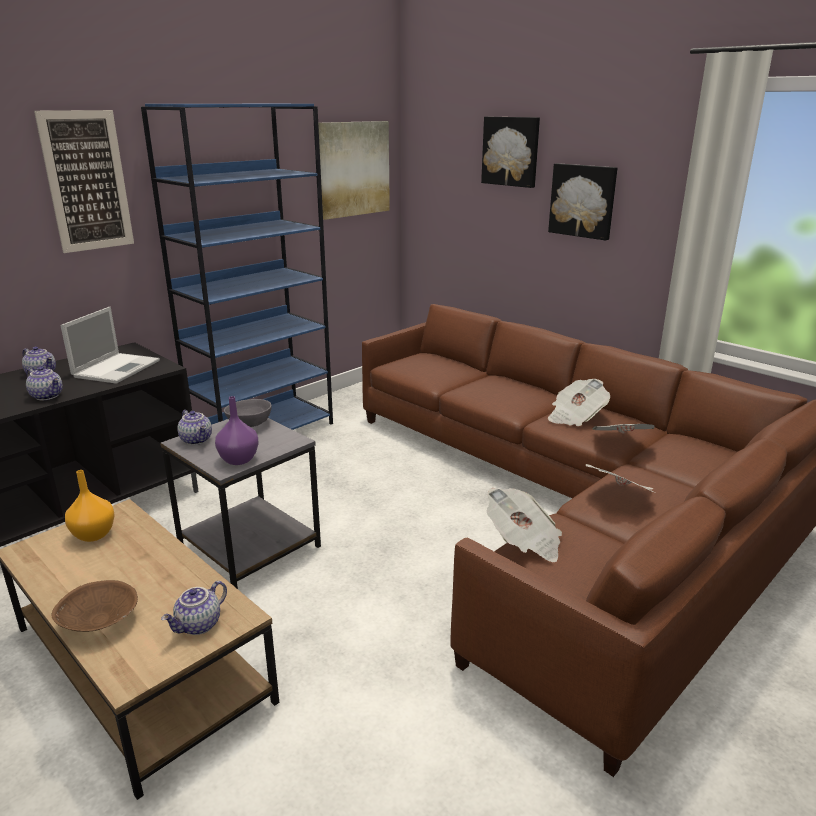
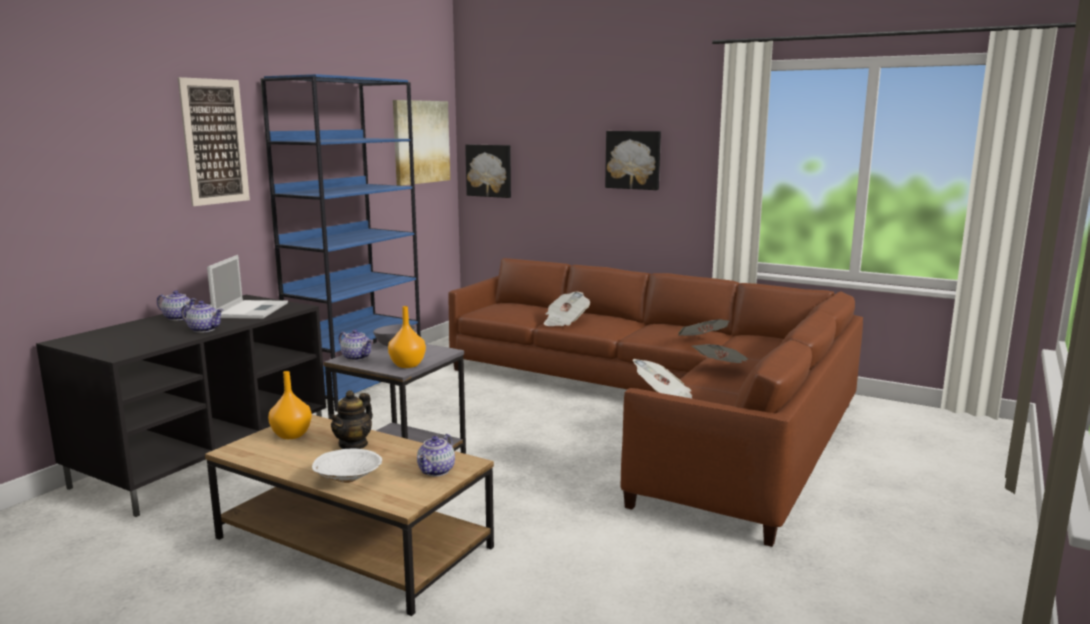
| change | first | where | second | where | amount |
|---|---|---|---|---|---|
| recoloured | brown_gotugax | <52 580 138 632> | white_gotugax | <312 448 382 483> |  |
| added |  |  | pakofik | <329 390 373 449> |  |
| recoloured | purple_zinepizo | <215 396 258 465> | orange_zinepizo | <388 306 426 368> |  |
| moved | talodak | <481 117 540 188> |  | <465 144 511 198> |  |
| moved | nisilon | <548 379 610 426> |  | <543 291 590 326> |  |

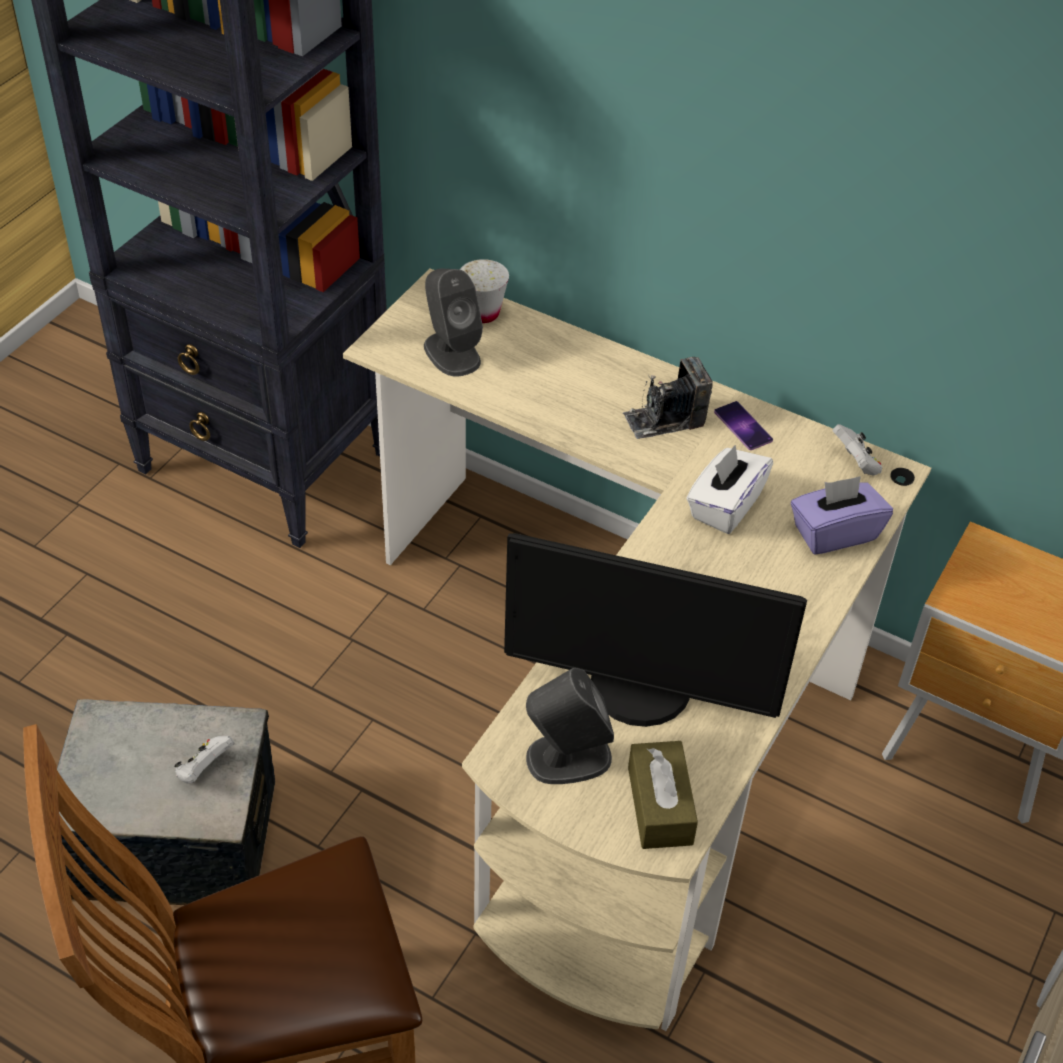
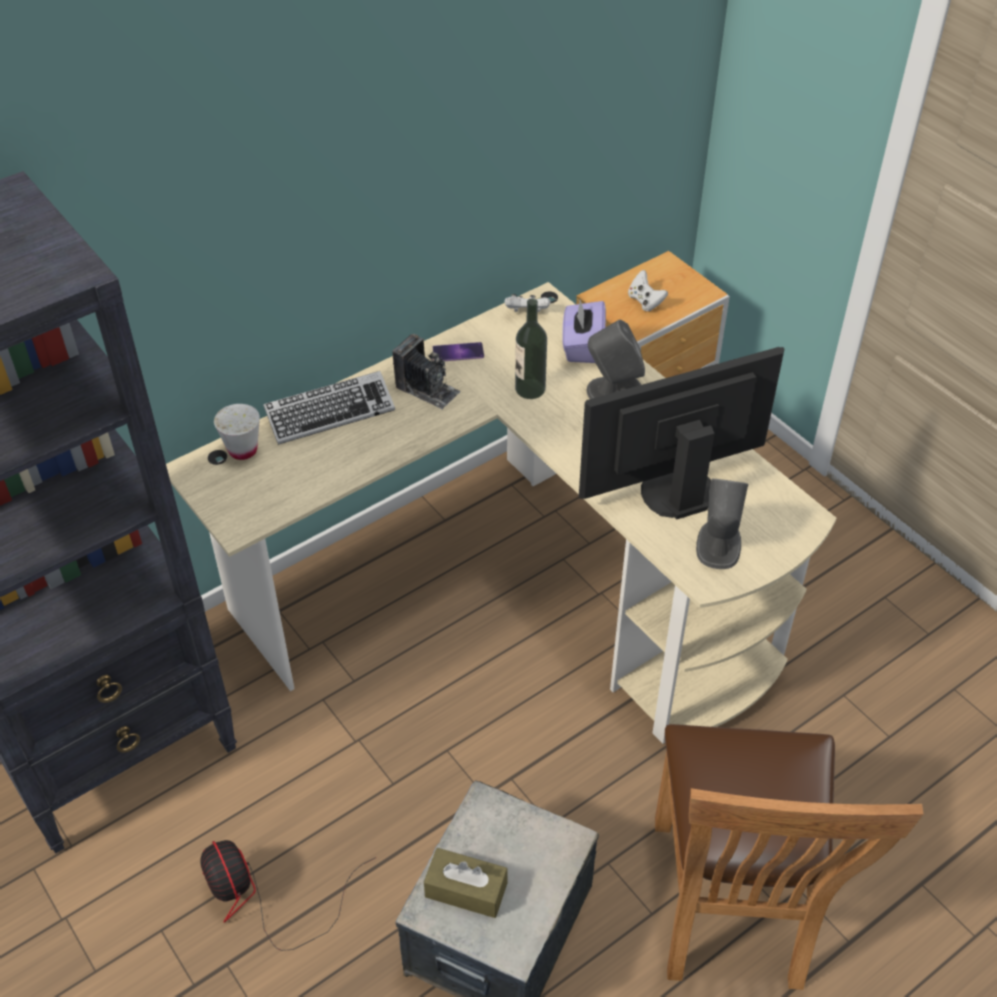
| change | first | where | second | where | amount |
|---|---|---|---|---|---|
| added |  |  | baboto | <200 840 376 951> |  |
| added |  |  | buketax | <263 371 395 445> |  |
| turned | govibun | <623 357 713 439> |  | <392 334 461 410> | 60 degrees counterclockwise |
| moved | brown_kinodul | <628 741 698 849> |  | <424 848 508 918> |  |
| replaced | white_kinodul | <686 444 773 534> | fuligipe | <515 299 547 399> |  |
| turned | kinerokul | <504 533 807 727> |  | <579 347 784 519> | 150 degrees counterclockwise |
| moved | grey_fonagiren | <424 268 483 377> |  | <587 320 645 399> |  |
| moved | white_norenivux | <174 736 234 784> |  | <628 270 668 311> |  |

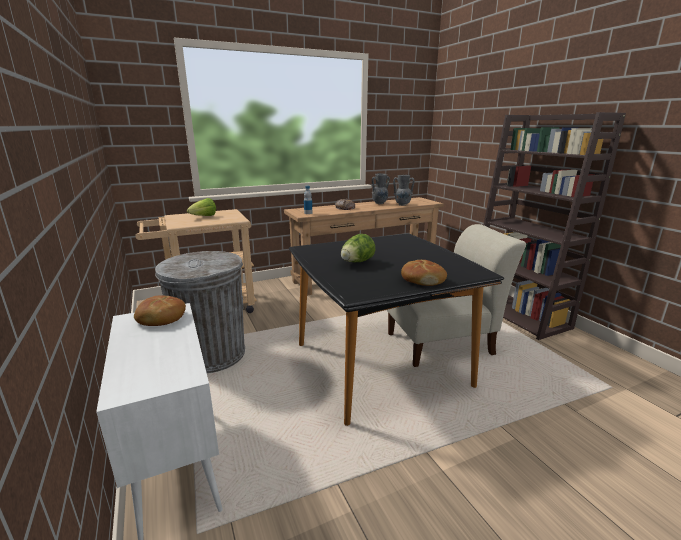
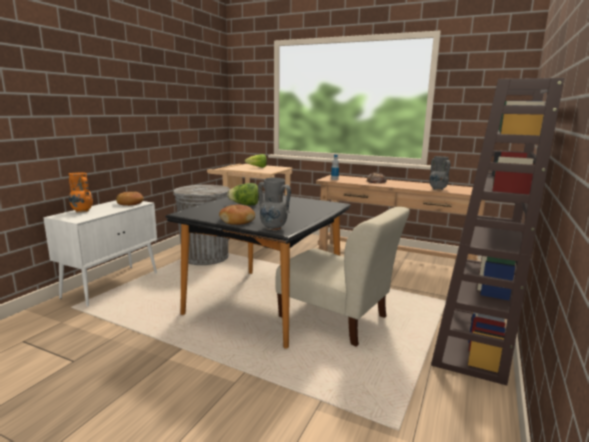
| change | first | where | second | where | amount |
|---|---|---|---|---|---|
| added |  |  | orange_zinepizo | <69 172 93 213> |  |
| moved | grey_zinepizo | <372 173 390 204> |  | <258 177 291 231> |  |

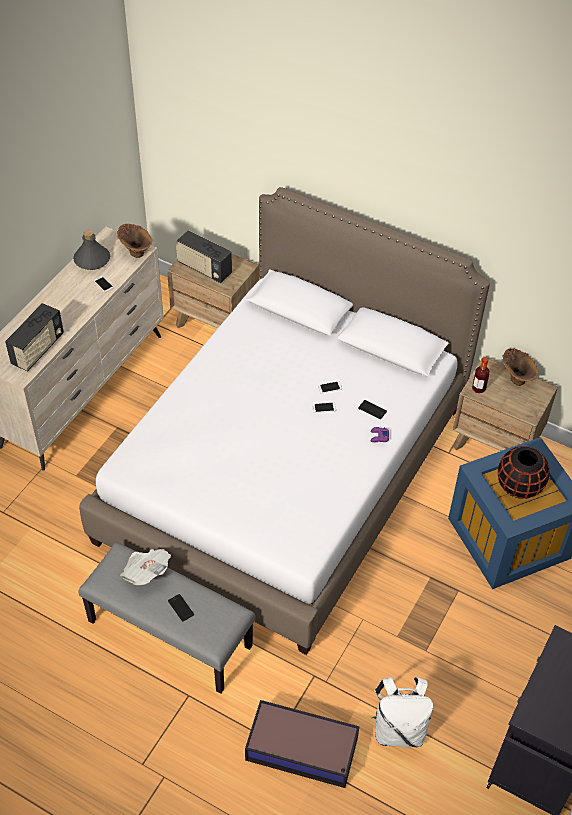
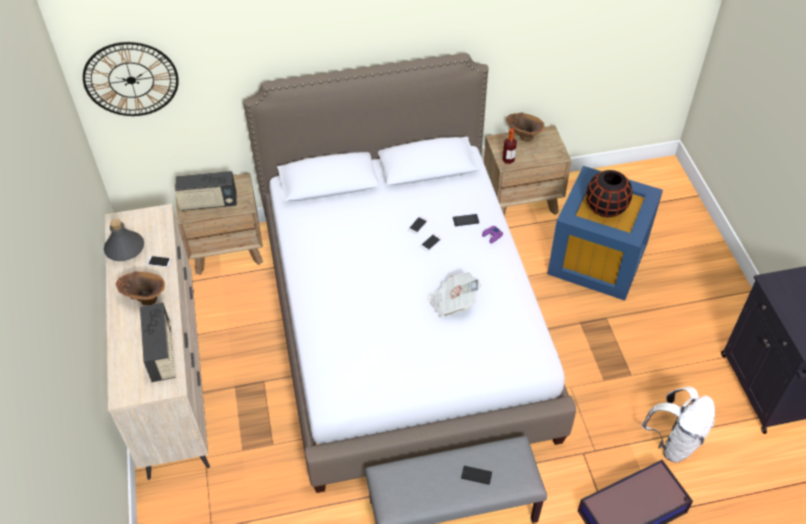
| change | first | where | second | where | amount |
|---|---|---|---|---|---|
| added |  |  | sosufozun | <83 42 179 116> |  |
| moved | brown_zinepizo | <117 224 152 258> |  | <116 271 165 305> |  |
| moved | nisilon | <120 549 171 585> |  | <428 272 481 317> |  |

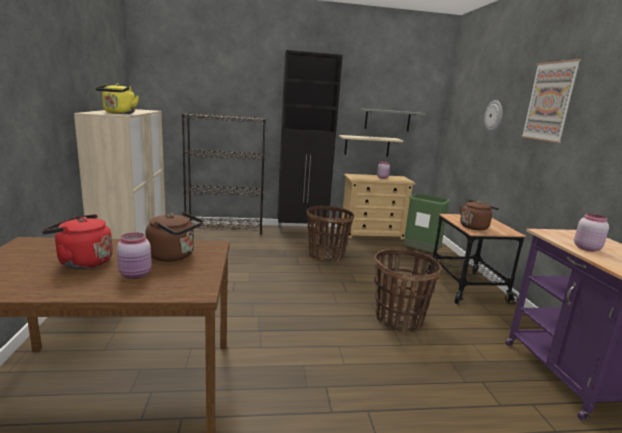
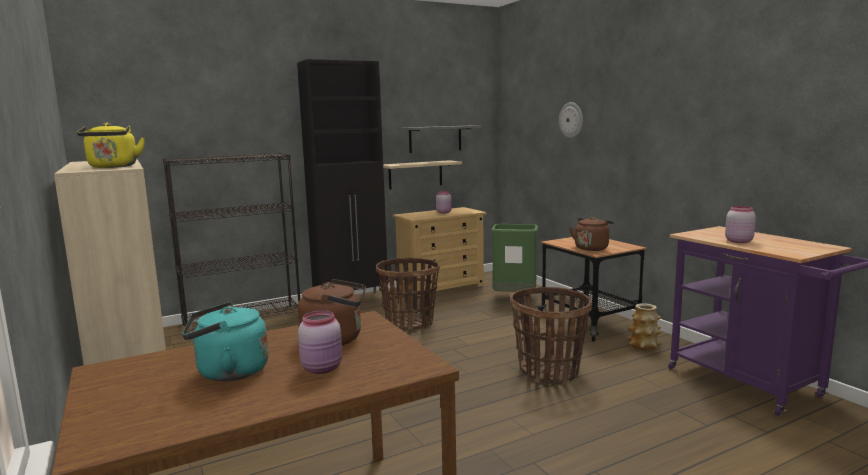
| change | first | where | second | where | amount |
|---|---|---|---|---|---|
| recoloured | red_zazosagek | <42 214 113 269> | turquoise_zazosagek | <182 302 269 381> |  |
| added |  |  | zinepizo | <627 303 662 351> |  |
| removed | talodak | <521 59 581 143> |  |  |  |

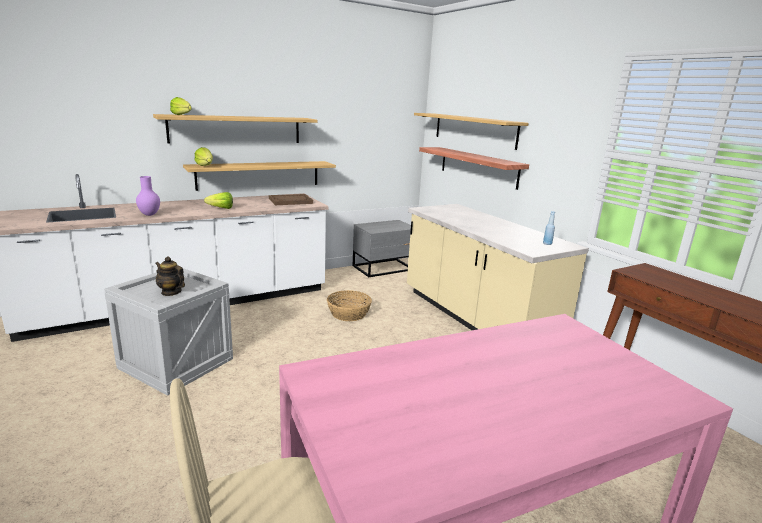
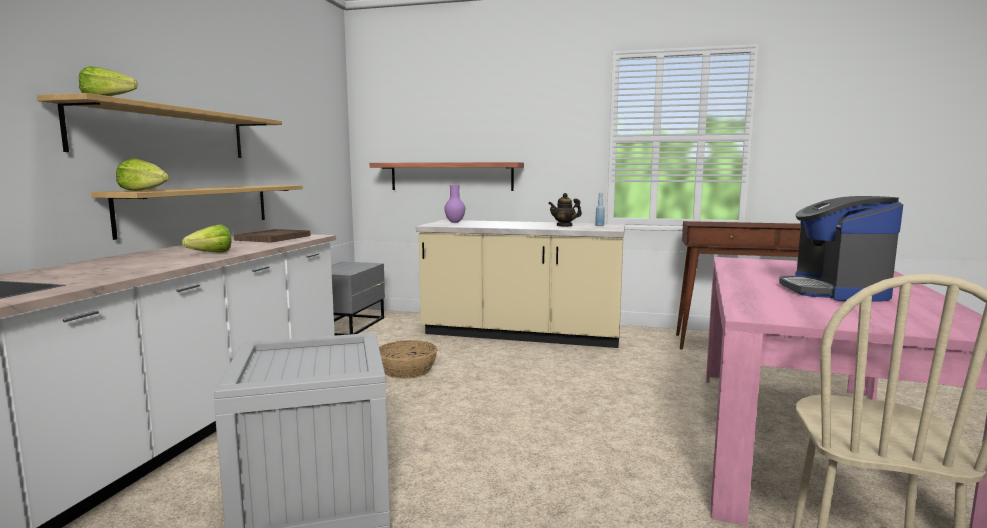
| change | first | where | second | where | amount |
|---|---|---|---|---|---|
| moved | purple_zinepizo | <136 176 160 216> |  | <444 185 465 223> |  |
| moved | pakofik | <155 257 185 296> |  | <548 193 582 227> |  |
| added |  |  | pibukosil | <779 196 903 302> |  |
| removed | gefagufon | <414 113 529 150> |  |  |  |

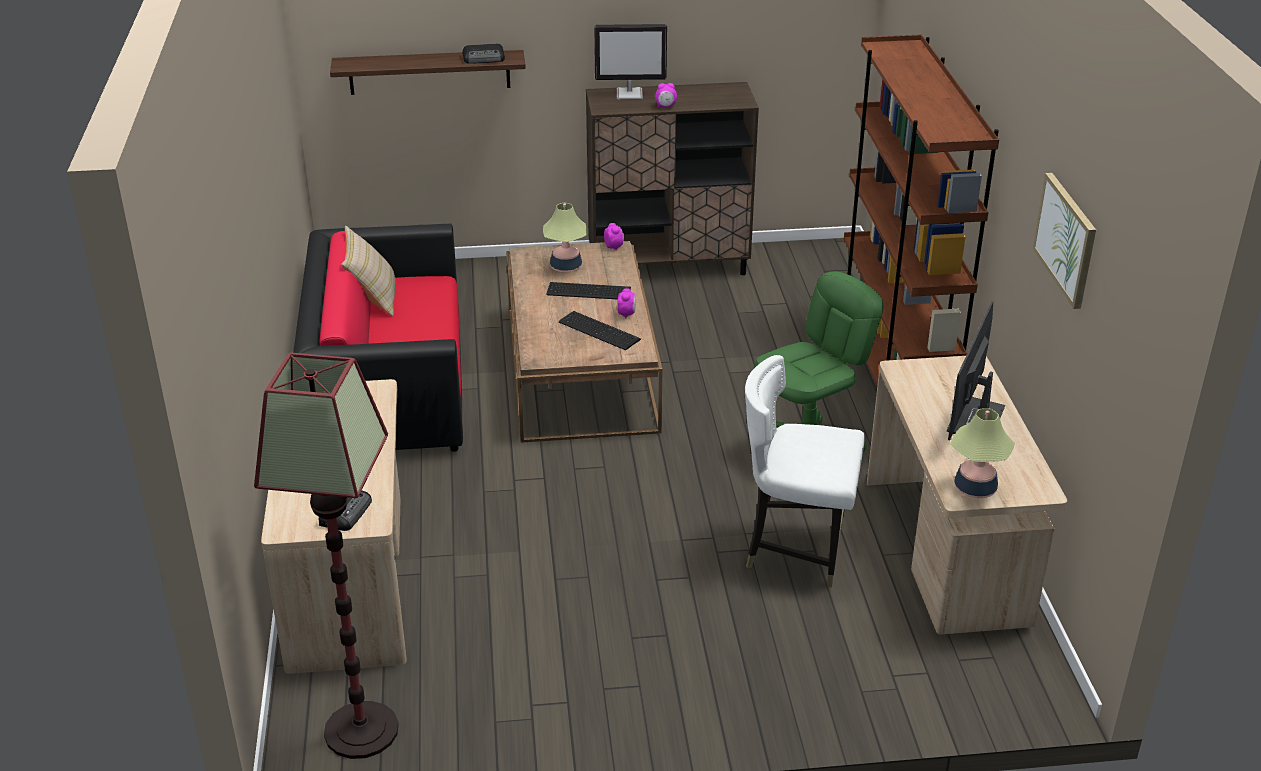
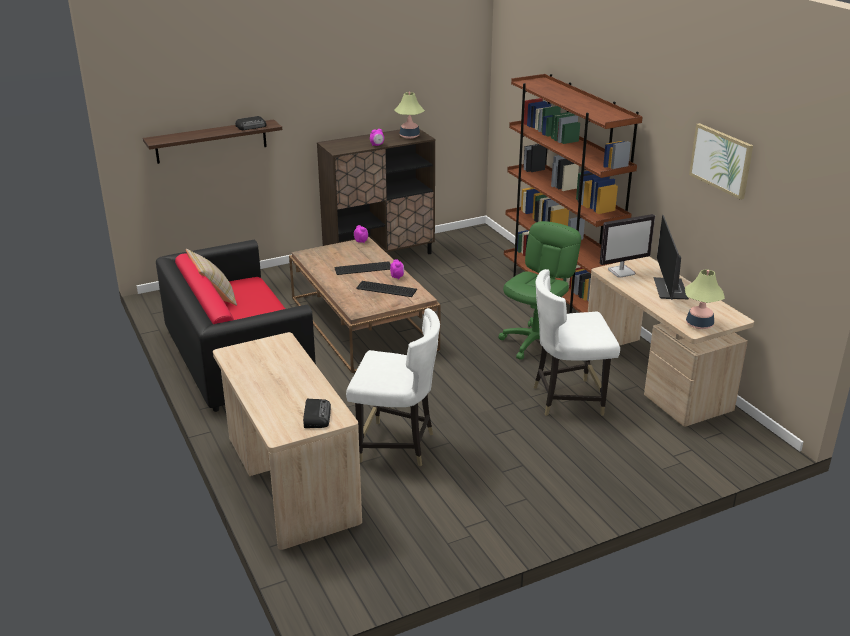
| change | first | where | second | where | amount |
|---|---|---|---|---|---|
| added |  |  | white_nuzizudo | <346 308 440 466> |  |
| moved | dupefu | <543 203 587 273> |  | <395 92 425 139> |  |
| moved | kinerokul | <594 24 667 100> |  | <600 214 655 278> |  |
| removed | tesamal | <254 353 399 759> |  |  |  |

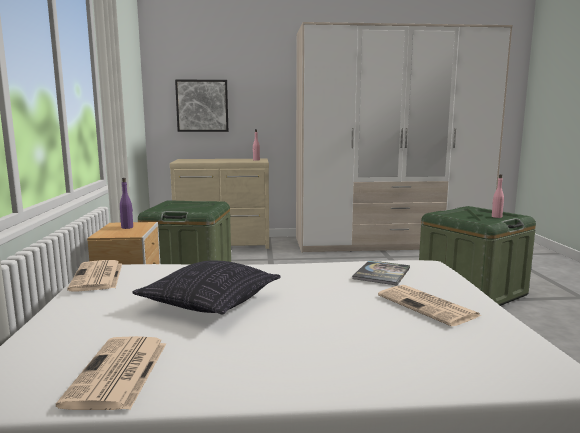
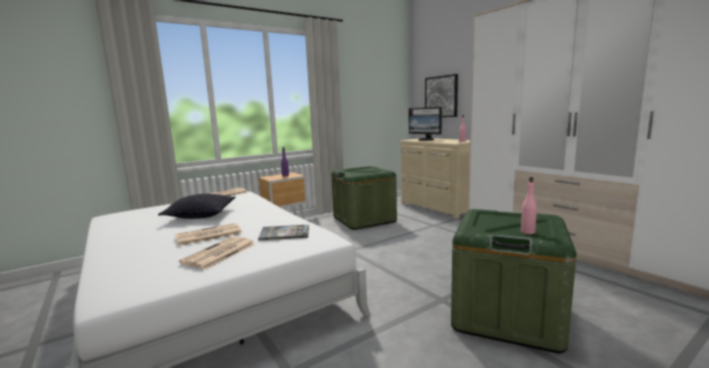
| change | first | where | second | where | amount |
|---|---|---|---|---|---|
| moved | nisilon | <56 336 166 410> |  | <176 223 242 246> |  |
| added |  |  | kinerokul | <409 107 442 141> |  |

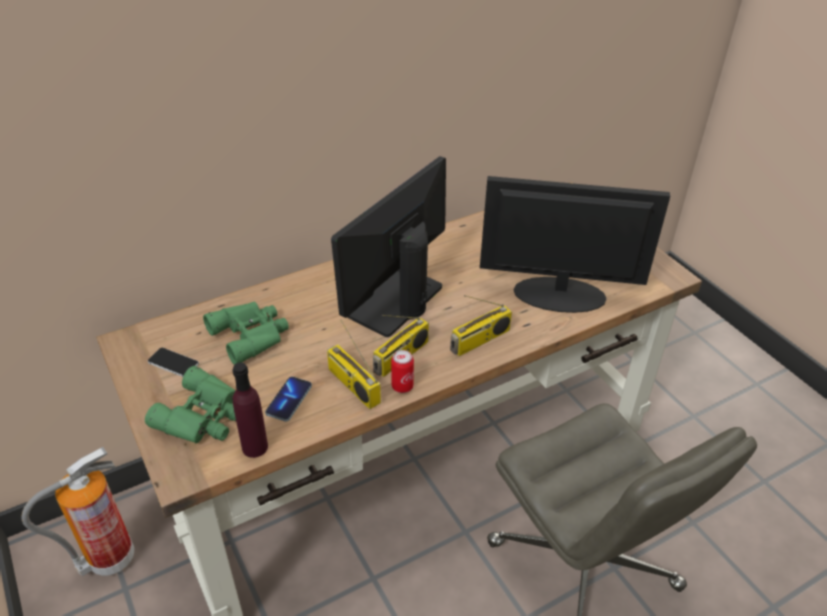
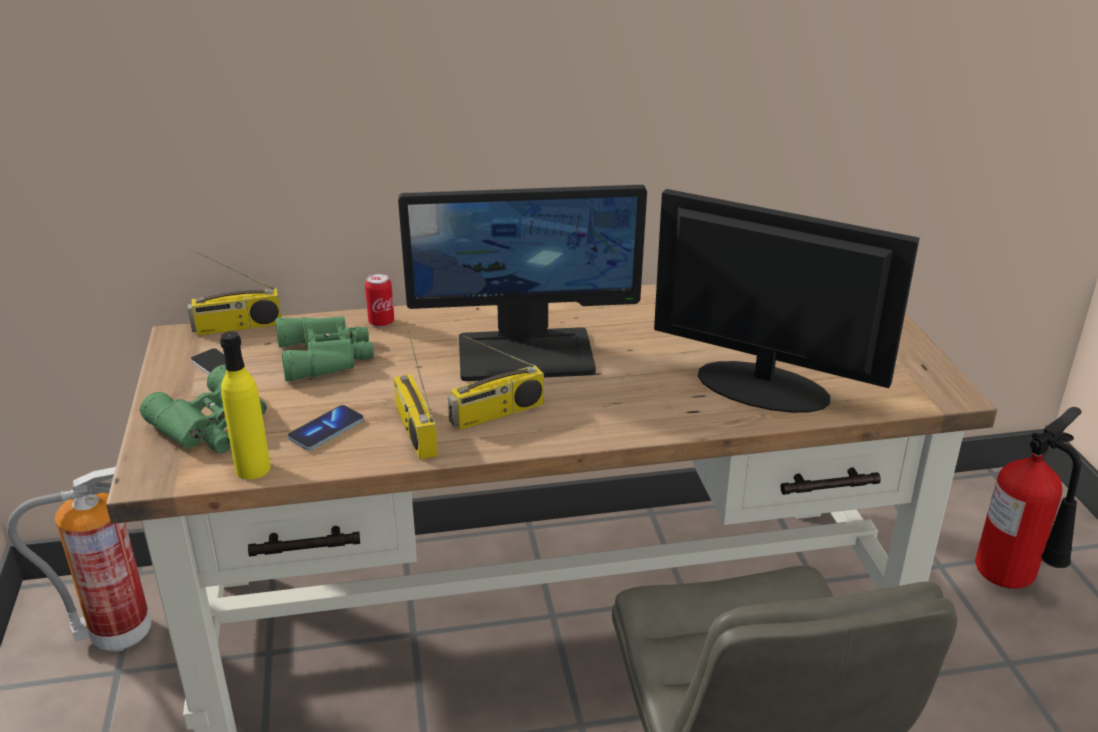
| change | first | where | second | where | amount |
|---|---|---|---|---|---|
| moved | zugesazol | <450 295 512 356> |  | <188 252 281 336> |  |
| recoloured | purple_fuligipe | <232 362 268 458> | yellow_fuligipe | <220 331 271 479> |  |
| moved | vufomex | <391 350 414 393> |  | <365 273 394 327> |  |
| turned | kinerokul | <331 156 446 337> |  | <398 185 647 381> | 150 degrees counterclockwise |
| added |  |  | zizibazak | <976 407 1082 589> |  |

